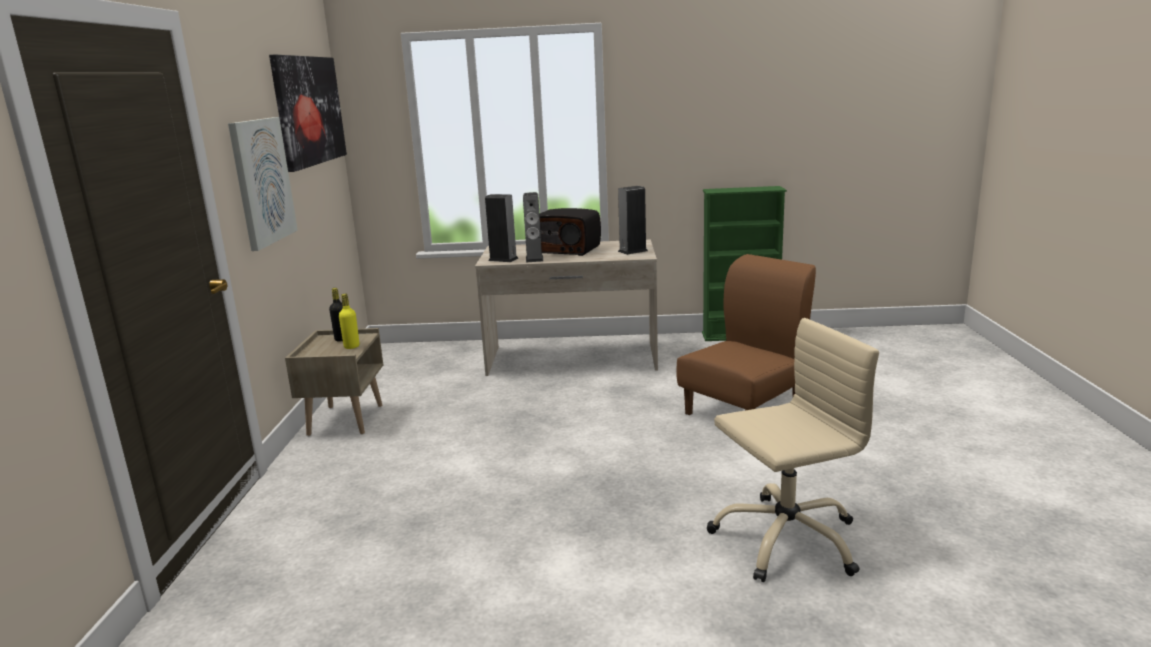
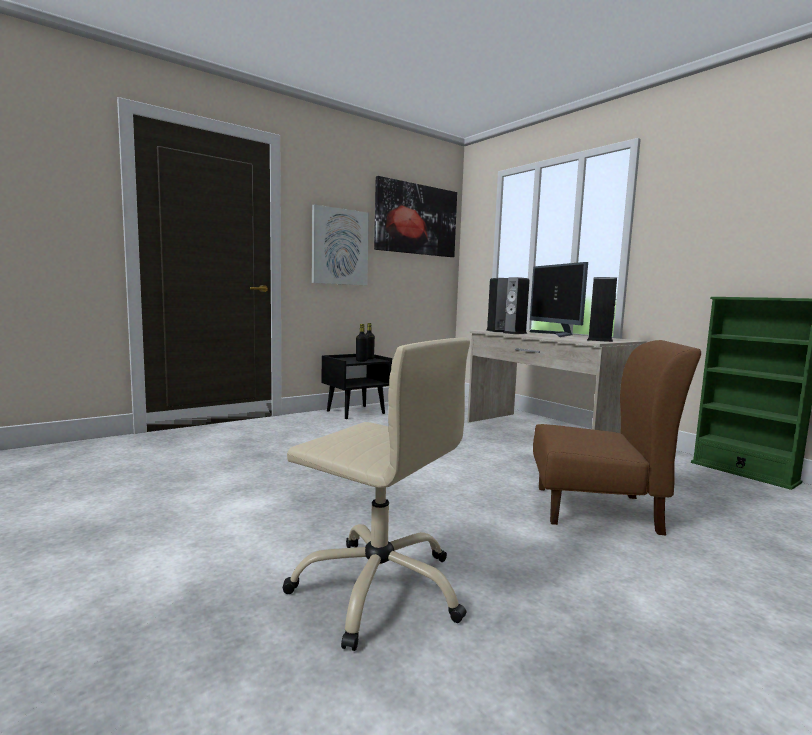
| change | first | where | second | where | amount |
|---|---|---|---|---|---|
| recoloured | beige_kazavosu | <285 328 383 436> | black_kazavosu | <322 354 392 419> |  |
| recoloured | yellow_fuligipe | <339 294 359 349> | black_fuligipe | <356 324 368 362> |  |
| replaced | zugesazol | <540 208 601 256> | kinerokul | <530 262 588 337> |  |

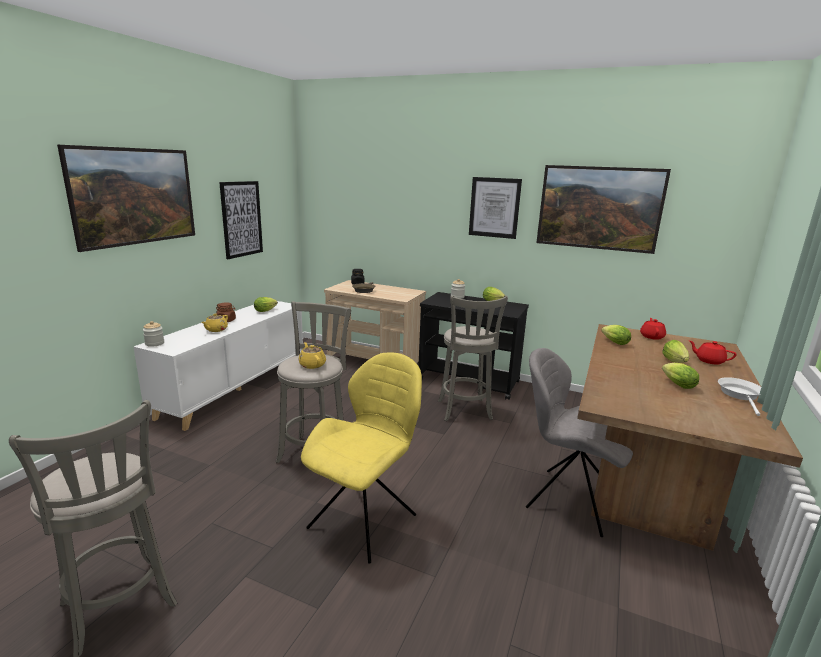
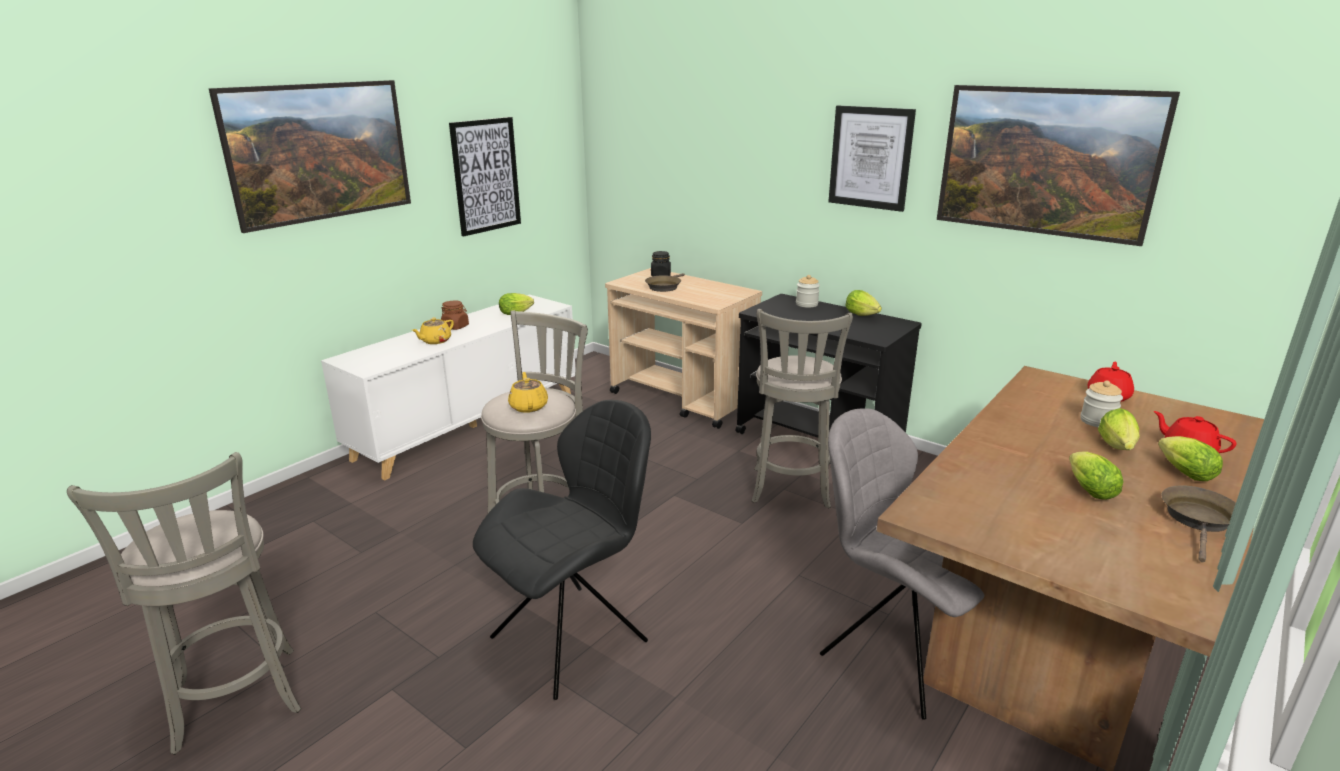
| change | first | where | second | where | amount |
|---|---|---|---|---|---|
| recoloured | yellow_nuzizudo | <301 353 422 564> | black_nuzizudo | <473 400 651 700> |  |
| moved | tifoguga | <143 321 164 347> |  | <1080 380 1123 427> |  |
| moved | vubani | <601 325 631 345> |  | <1158 436 1223 481> |  |
| recoloured | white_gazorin | <718 377 761 416> | brown_gazorin | <1161 486 1236 562> |  |

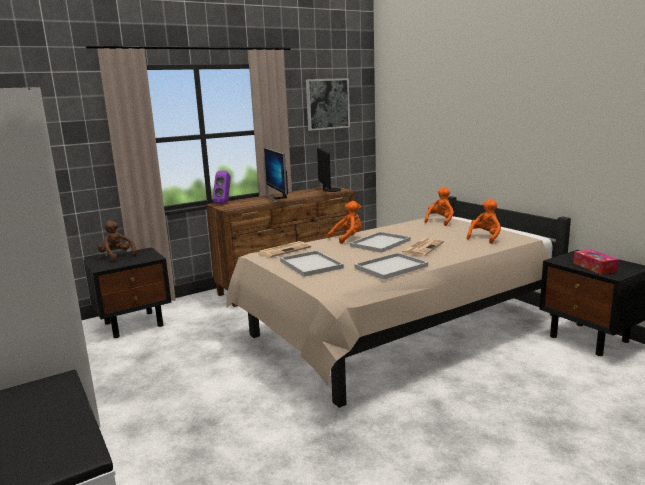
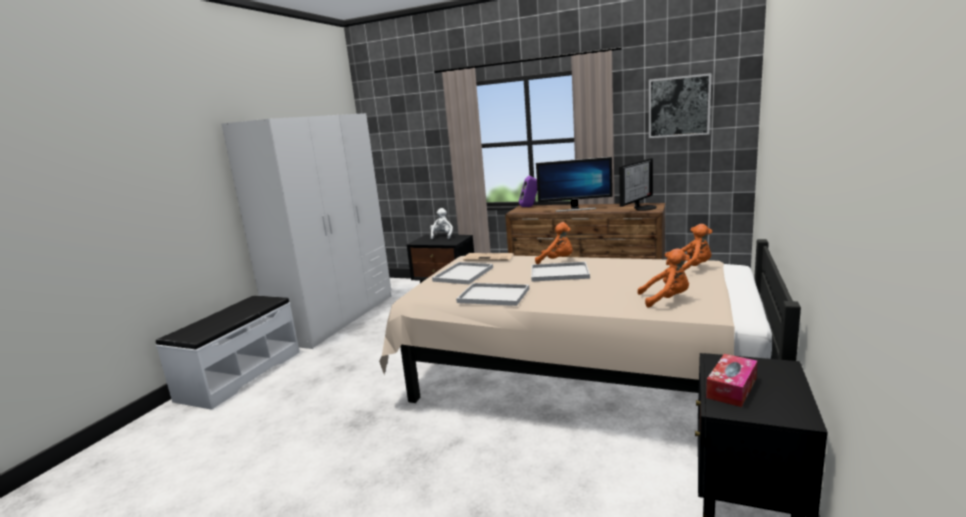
| change | first | where | second | where | amount |
|---|---|---|---|---|---|
| recoloured | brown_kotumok | <97 221 137 261> | white_kotumok | <430 208 453 239> |  |
| turned | kinerokul | <264 148 288 203> |  | <536 157 613 212> | 120 degrees counterclockwise |
| removed | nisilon | <401 238 444 256> |  |  |  |

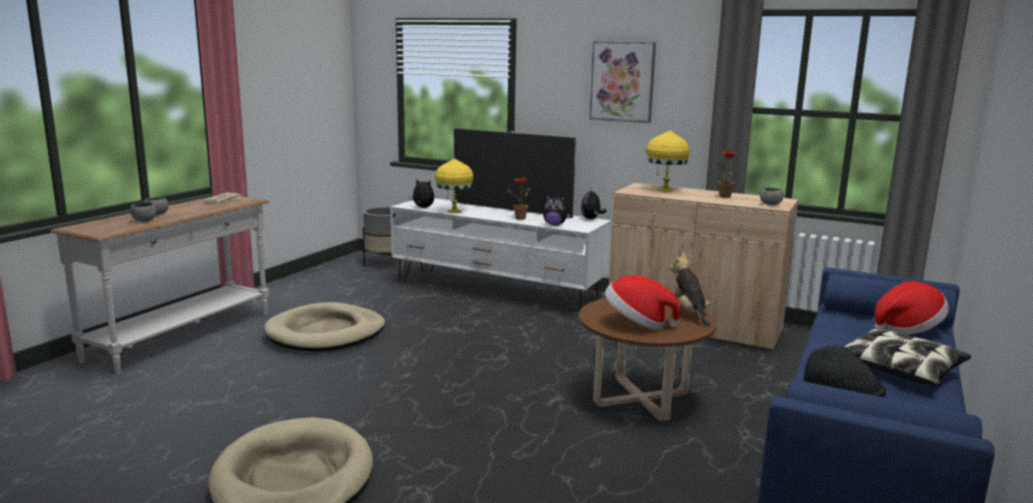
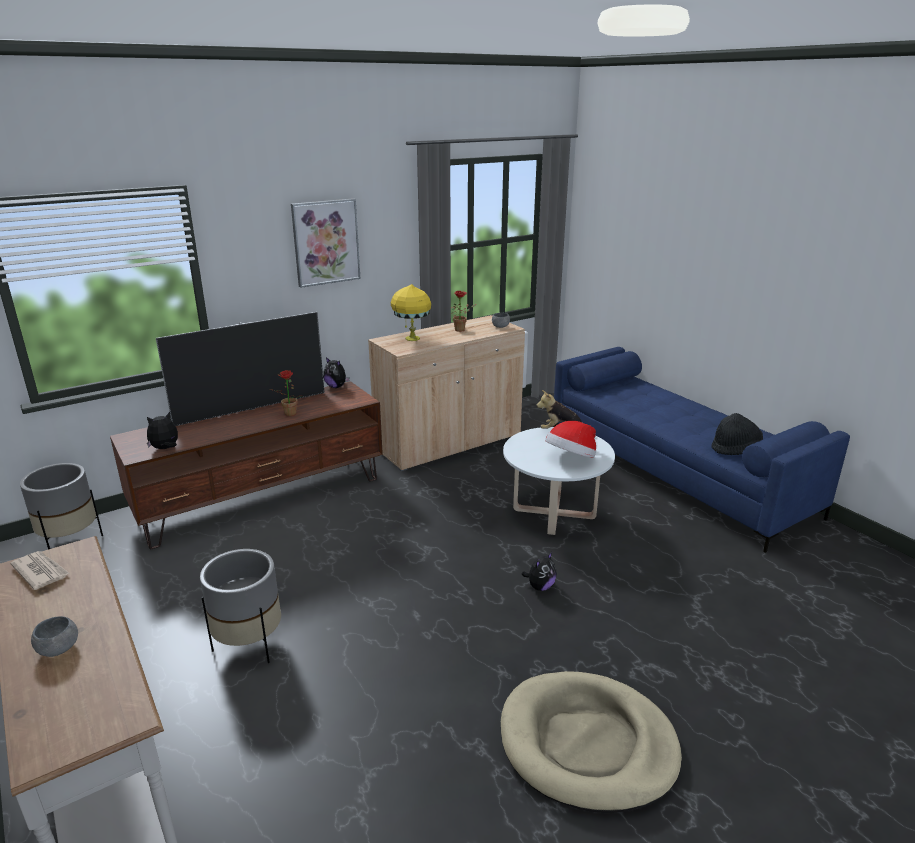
| change | first | where | second | where | amount |
|---|---|---|---|---|---|
| recoloured | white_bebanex | <390 198 611 316> | brown_bebanex | <110 381 383 549> |  |
| replaced | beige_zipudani | <264 302 385 351> | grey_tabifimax | <200 549 281 663> |  |
| recoloured | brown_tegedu | <579 298 716 421> | white_tegedu | <503 427 615 535> |  |
| moved | kotumok | <543 195 571 225> |  | <521 552 557 591> |  |
| removed | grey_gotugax | <130 202 156 222> |  |  |  |
| removed | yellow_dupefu | <435 158 473 213> |  |  |  |
| removed | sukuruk | <844 329 971 386> |  |  |  |
| removed | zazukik | <874 281 949 335> |  |  |  |

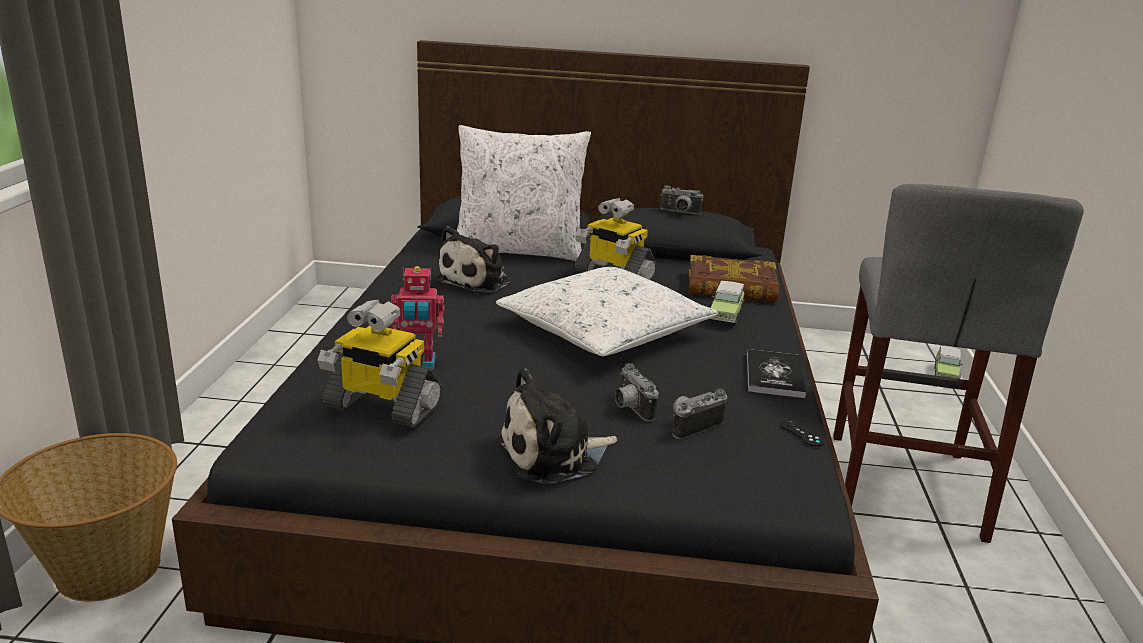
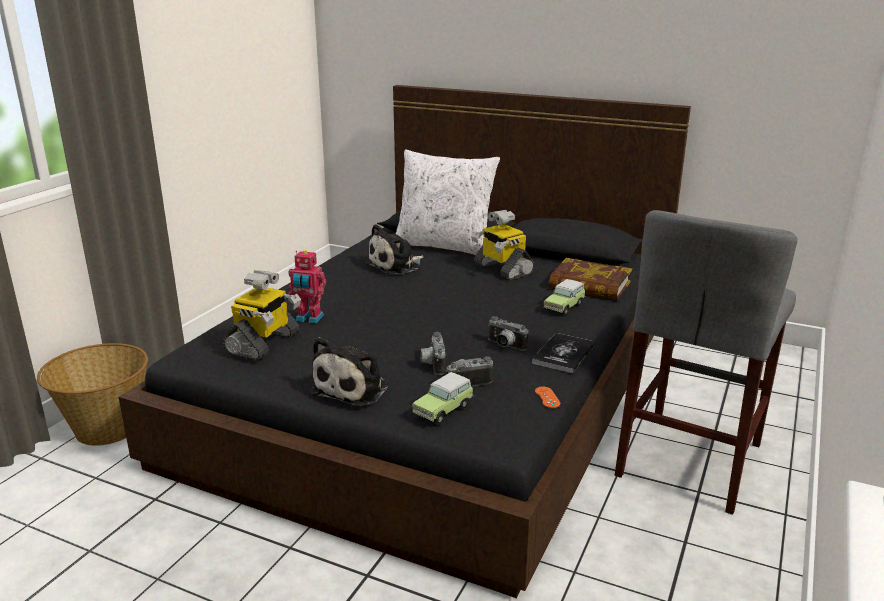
| change | first | where | second | where | amount |
|---|---|---|---|---|---|
| turned | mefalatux | <318 299 442 428> |  | <223 270 301 360> | 105 degrees counterclockwise |
| turned | kotumok | <497 368 617 484> |  | <310 337 388 407> | 60 degrees counterclockwise |
| moved | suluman | <934 346 963 379> |  | <412 372 474 425> |  |
| moved | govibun | <660 186 703 215> |  | <488 316 529 351> |  |
| recoloured | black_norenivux | <781 419 826 447> | orange_norenivux | <535 387 561 408> |  |
| removed | white_sukuruk | <496 267 718 356> |  |  |  |

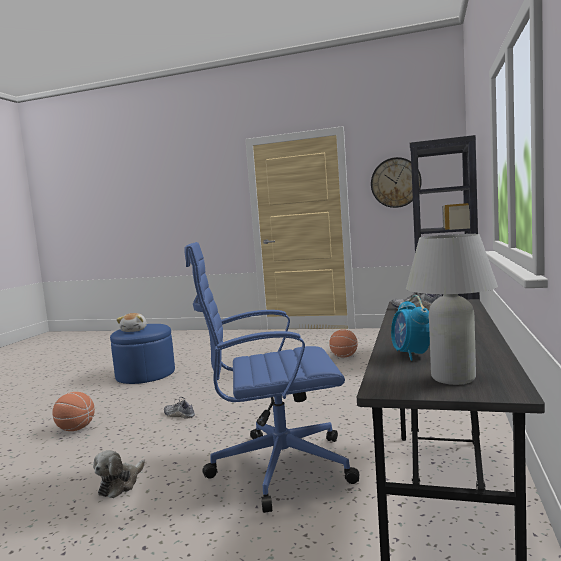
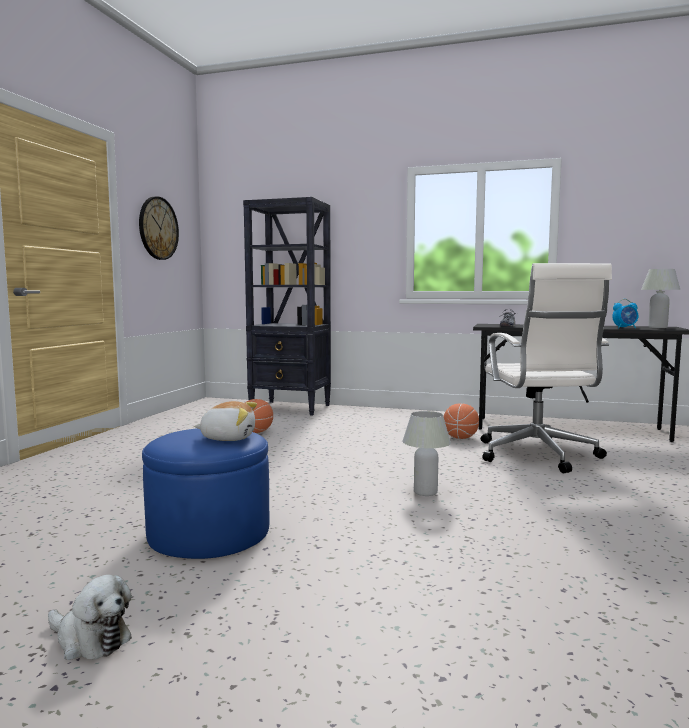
| change | first | where | second | where | amount |
|---|---|---|---|---|---|
| moved | kotumok | <93 450 145 498> |  | <48 574 132 660> |  |
| replaced | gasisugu | <164 397 195 419> | white_dupefu | <402 411 451 496> |  |
| moved | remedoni | <52 392 95 431> |  | <444 403 479 439> |  |
| recoloured | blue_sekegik | <185 242 359 513> | white_sekegik | <481 263 612 473> |  |

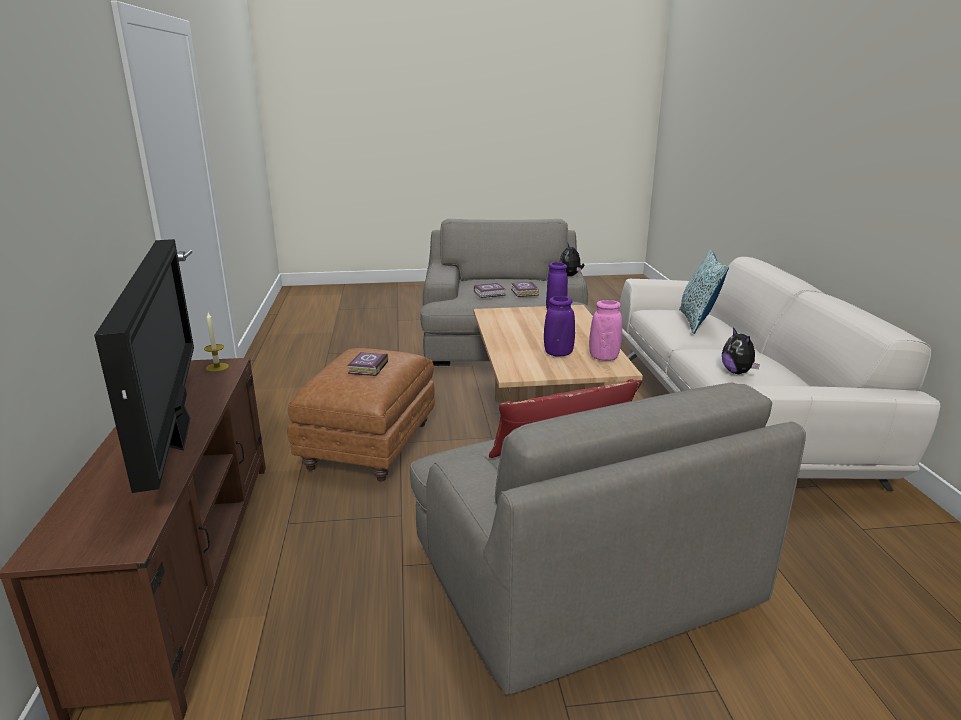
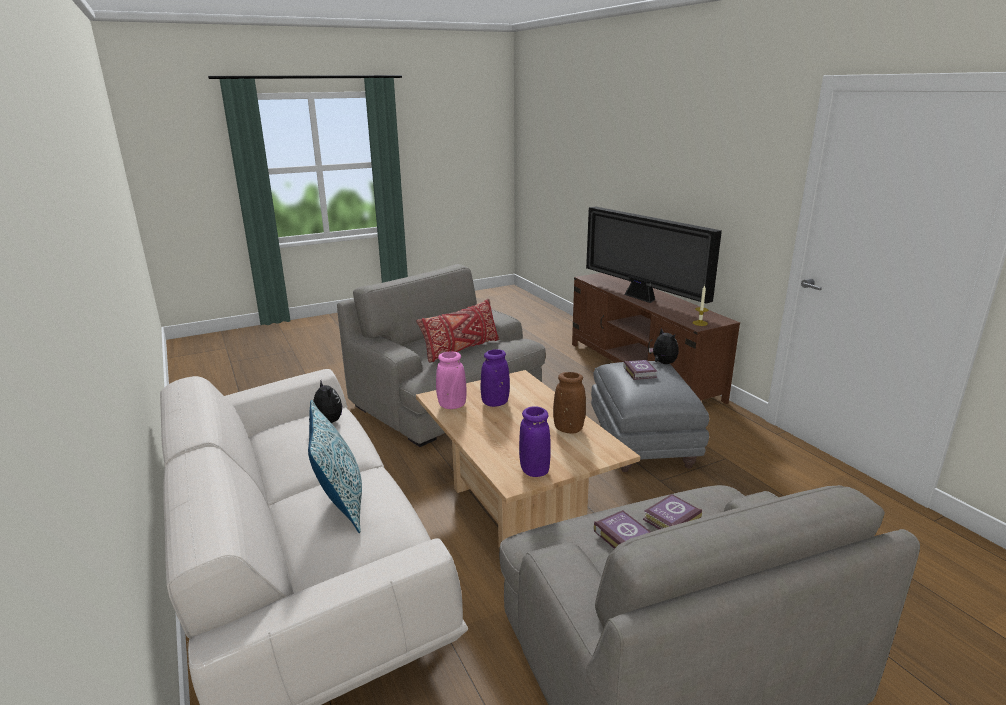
| change | first | where | second | where | amount |
|---|---|---|---|---|---|
| added |  |  | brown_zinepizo | <553 372 586 434> |  |
| recoloured | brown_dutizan | <287 348 435 482> | grey_dutizan | <591 361 709 472> |  |
| moved | kotumok | <560 244 584 276> |  | <649 328 679 364> |  |

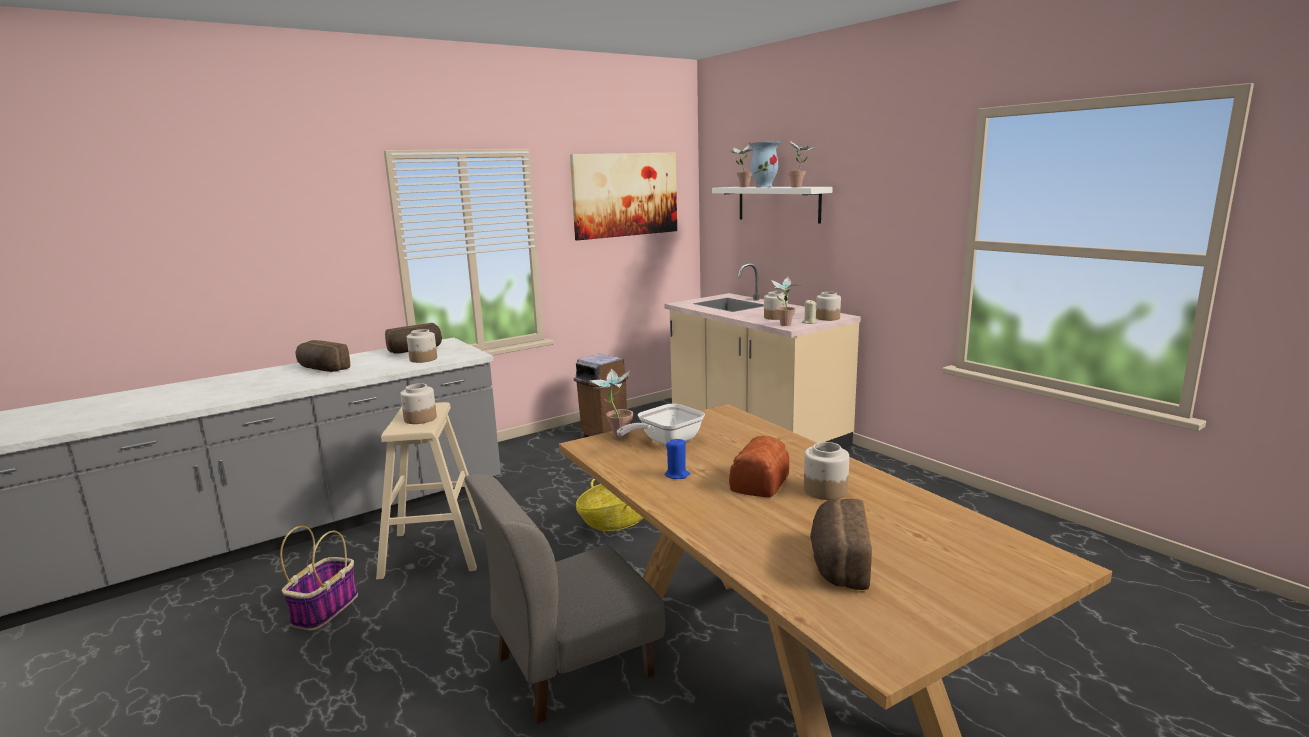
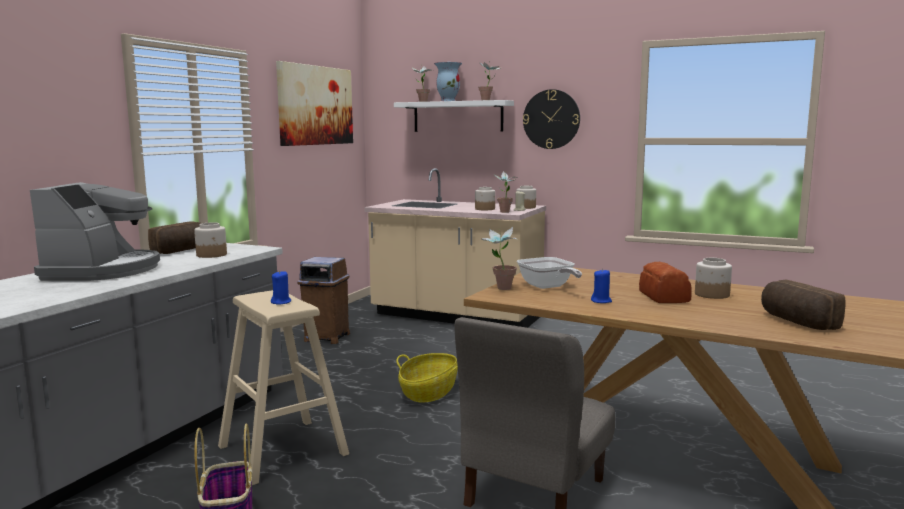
| change | first | where | second | where | amount |
|---|---|---|---|---|---|
| replaced | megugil | <295 340 350 372> | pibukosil | <30 182 160 281> |  |
| replaced | tifoguga | <400 383 437 424> | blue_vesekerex | <271 271 291 305> |  |
| turned | gazorin | <617 404 705 445> |  | <517 257 582 289> | 45 degrees counterclockwise |
| added |  |  | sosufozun | <523 89 580 149> |  |

